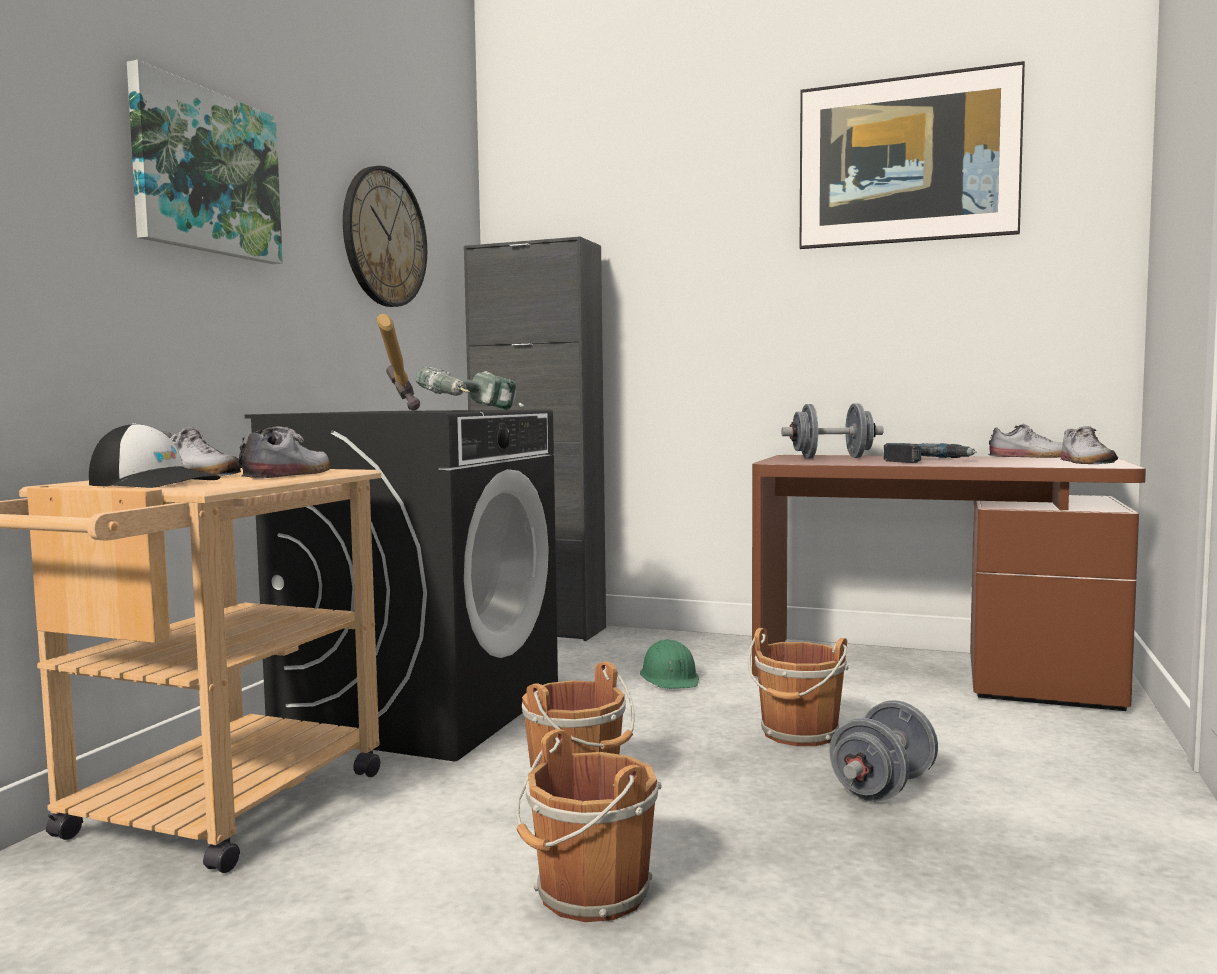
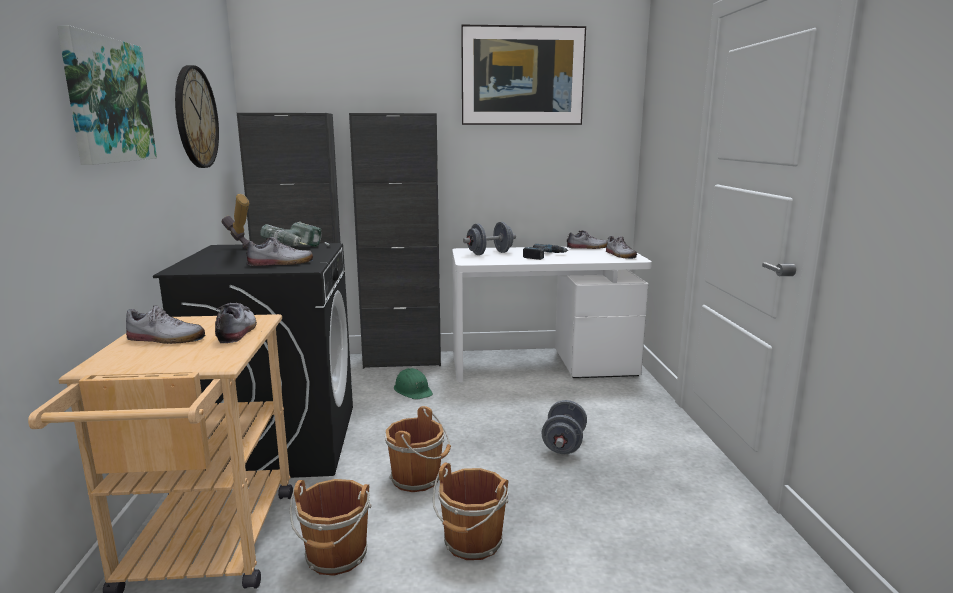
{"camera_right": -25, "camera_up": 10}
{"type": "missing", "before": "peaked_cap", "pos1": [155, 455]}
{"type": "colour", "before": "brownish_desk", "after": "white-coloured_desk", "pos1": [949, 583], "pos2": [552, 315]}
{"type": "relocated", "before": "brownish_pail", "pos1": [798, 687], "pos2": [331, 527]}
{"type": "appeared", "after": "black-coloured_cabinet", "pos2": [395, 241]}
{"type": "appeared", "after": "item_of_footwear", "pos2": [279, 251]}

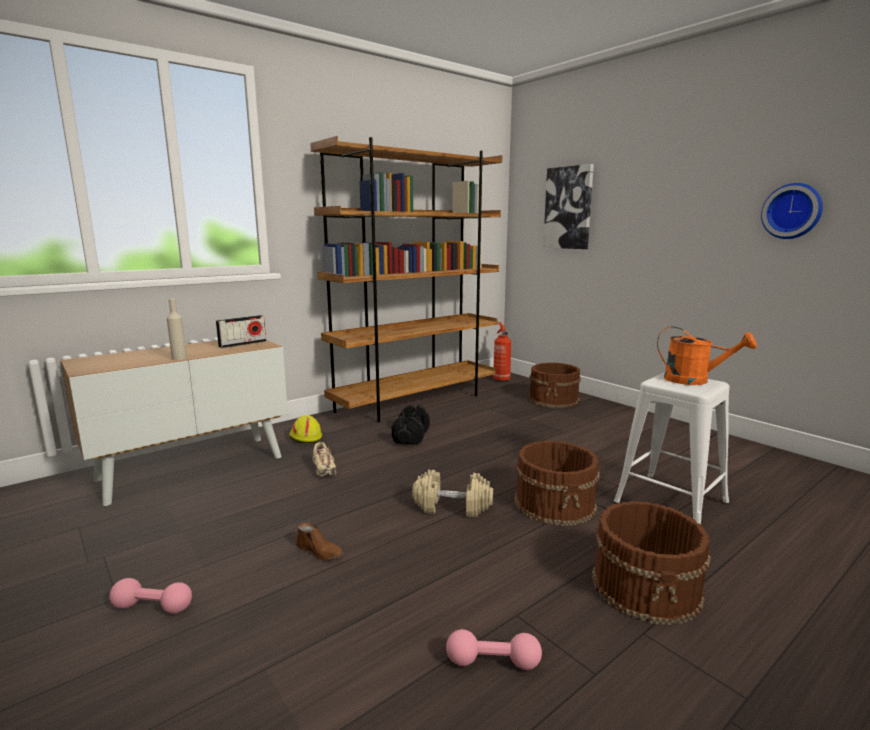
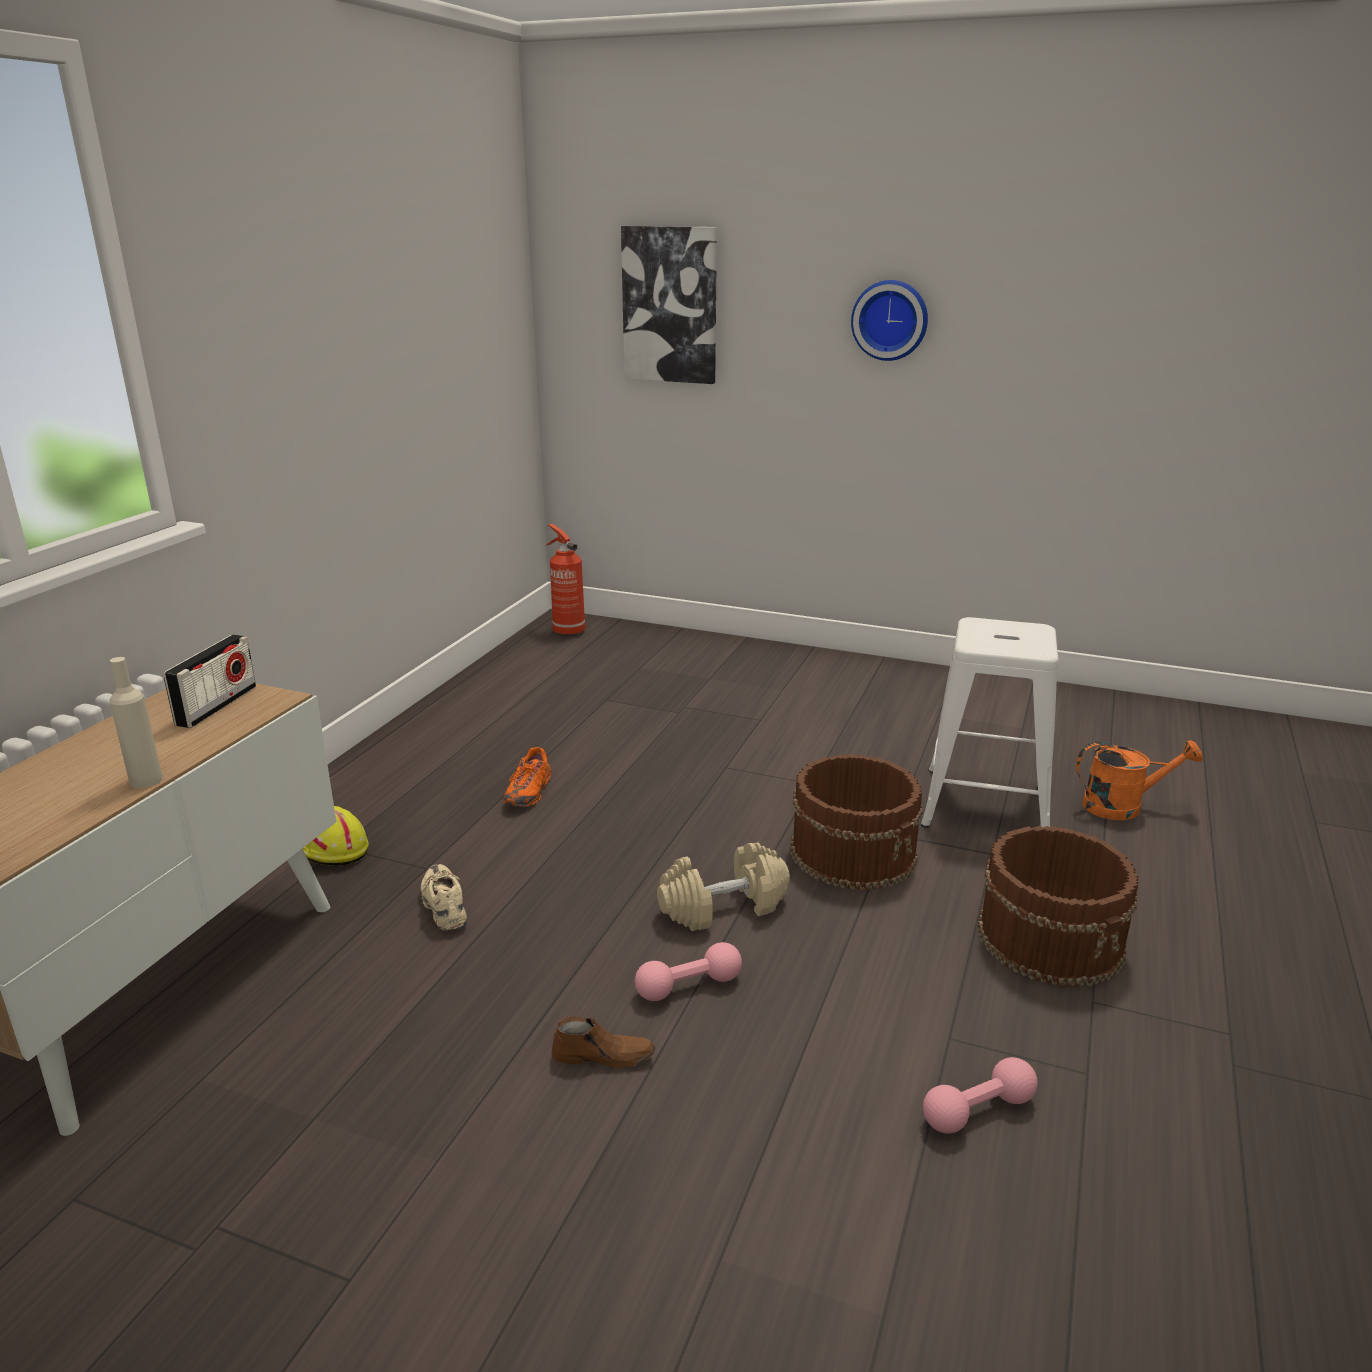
{"camera_right": -30, "camera_up": 10}
{"type": "missing", "before": "brownish_bookshelf", "pos1": [406, 279]}
{"type": "relocated", "before": "wall_clock", "pos1": [792, 211], "pos2": [889, 320]}
{"type": "relocated", "before": "orange_sprinkling_can", "pos1": [707, 355], "pos2": [1139, 780]}
{"type": "missing", "before": "brownish_pail", "pos1": [555, 385]}
{"type": "exchanged", "before": "black-coloured_dumbbell", "after": "orange_item_of_footwear", "pos1": [411, 425], "pos2": [527, 777]}
{"type": "spun", "before": "beige_item_of_footwear", "pos1": [324, 459], "pos2": [444, 897], "turn": -150}
{"type": "relocated", "before": "pink_dumbbell", "pos1": [150, 596], "pos2": [688, 971]}

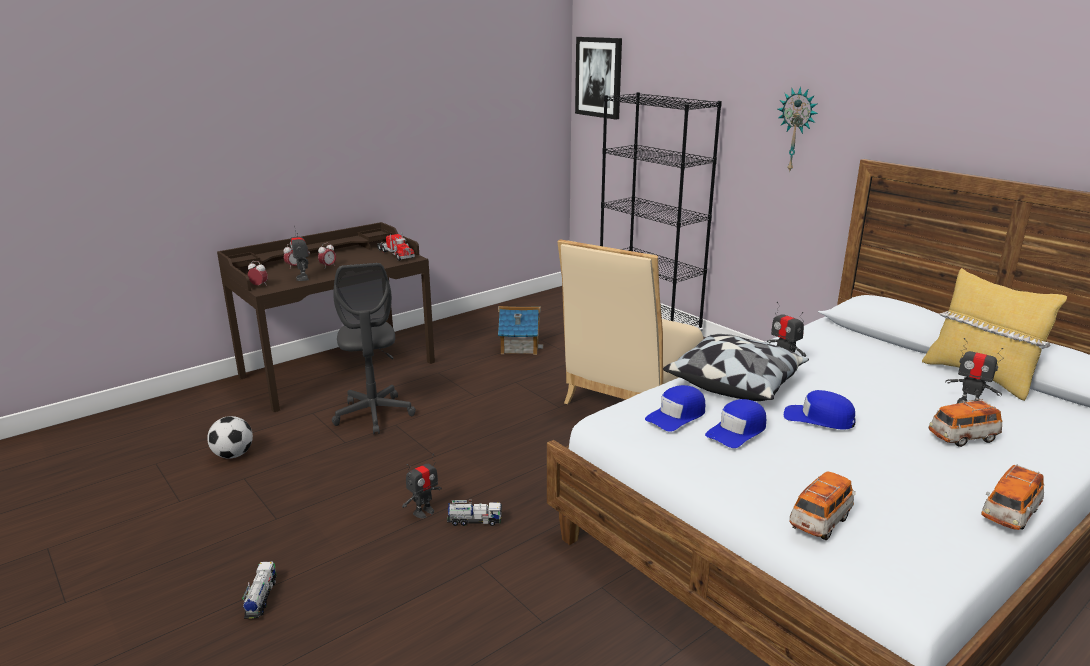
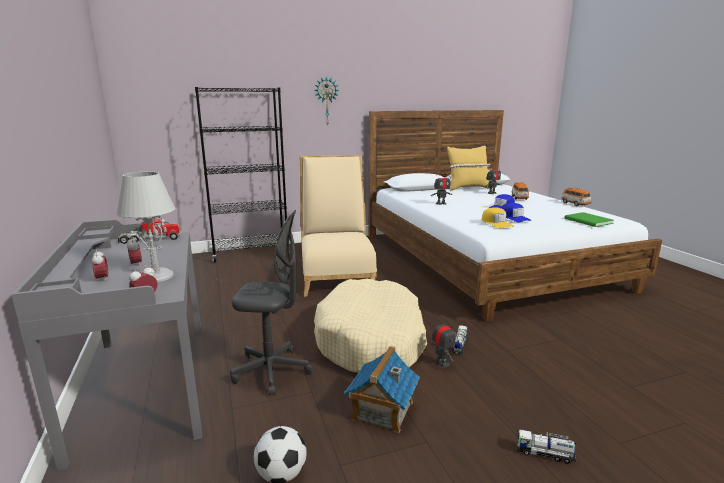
{"camera_right": -70, "camera_up": -5}
{"type": "missing", "before": "wall_picture", "pos1": [598, 78]}
{"type": "colour", "before": "brownish_desk", "after": "gray_desk", "pos1": [326, 317], "pos2": [106, 345]}
{"type": "exchanged", "before": "toy_robot", "after": "gray_lamp_for_a_table", "pos1": [299, 253], "pos2": [145, 227]}
{"type": "spun", "before": "beige_upright_chair", "pos1": [630, 321], "pos2": [338, 226], "turn": -150}
{"type": "relocated", "before": "miniature_house", "pos1": [520, 330], "pos2": [382, 389]}
{"type": "missing", "before": "pillow", "pos1": [736, 367]}
{"type": "colour", "before": "bluish_peaked_cap", "after": "yellow_peaked_cap", "pos1": [675, 408], "pos2": [498, 217]}
{"type": "exchanged", "before": "miniature_car", "after": "green-coloured_book", "pos1": [822, 505], "pos2": [589, 219]}
{"type": "appeared", "after": "beige_pet_bed", "pos2": [370, 326]}

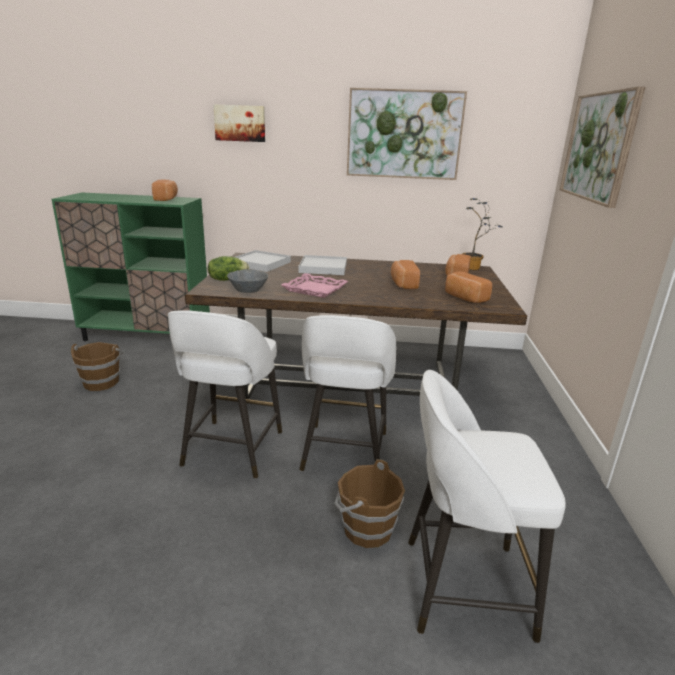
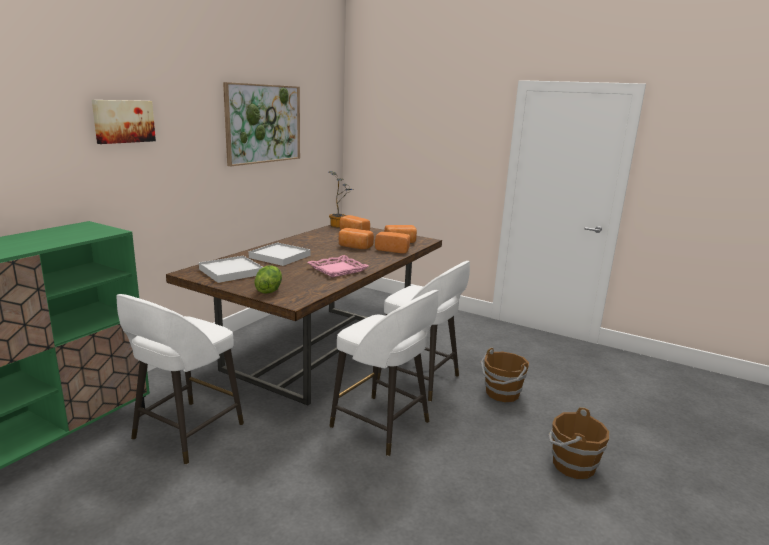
{"camera_right": -65, "camera_up": -5}
{"type": "missing", "before": "wall_picture", "pos1": [602, 147]}
{"type": "relocated", "before": "baked_bread", "pos1": [165, 190], "pos2": [392, 242]}
{"type": "missing", "before": "gray_deep_dish", "pos1": [247, 281]}
{"type": "relocated", "before": "brownish_pail", "pos1": [97, 366], "pos2": [578, 443]}
{"type": "relocated", "before": "white-coloured_stool", "pos1": [487, 506], "pos2": [180, 379]}

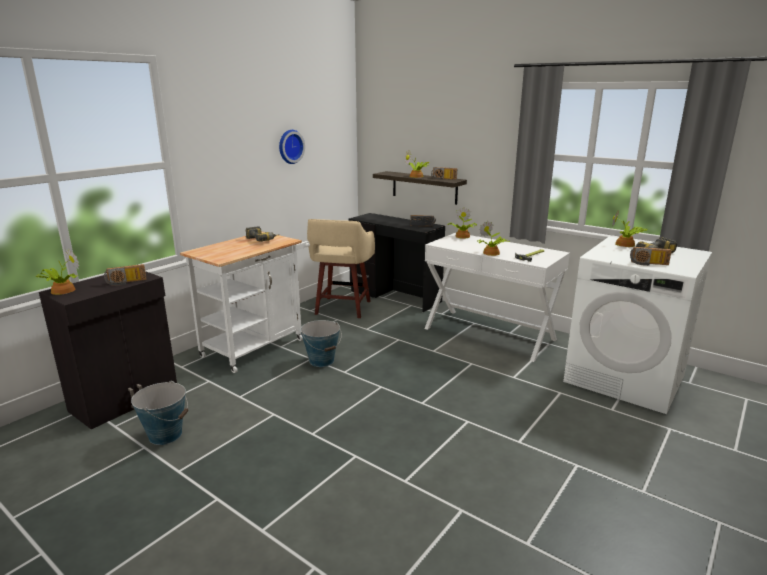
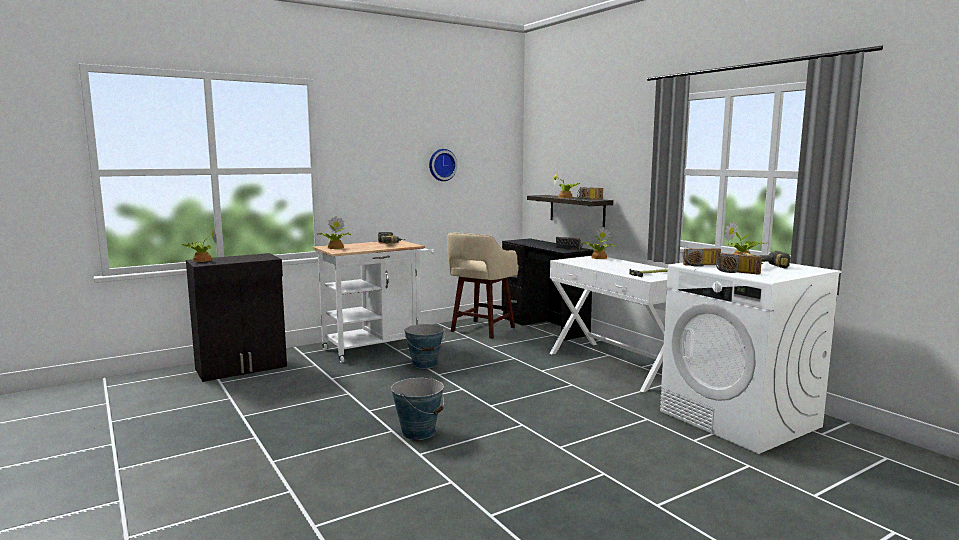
{"camera_right": 20, "camera_up": -10}
{"type": "relocated", "before": "plant_in_a_pot", "pos1": [494, 238], "pos2": [334, 232]}
{"type": "relocated", "before": "radio_receiver", "pos1": [125, 275], "pos2": [702, 257]}
{"type": "relocated", "before": "pail", "pos1": [159, 413], "pos2": [417, 408]}

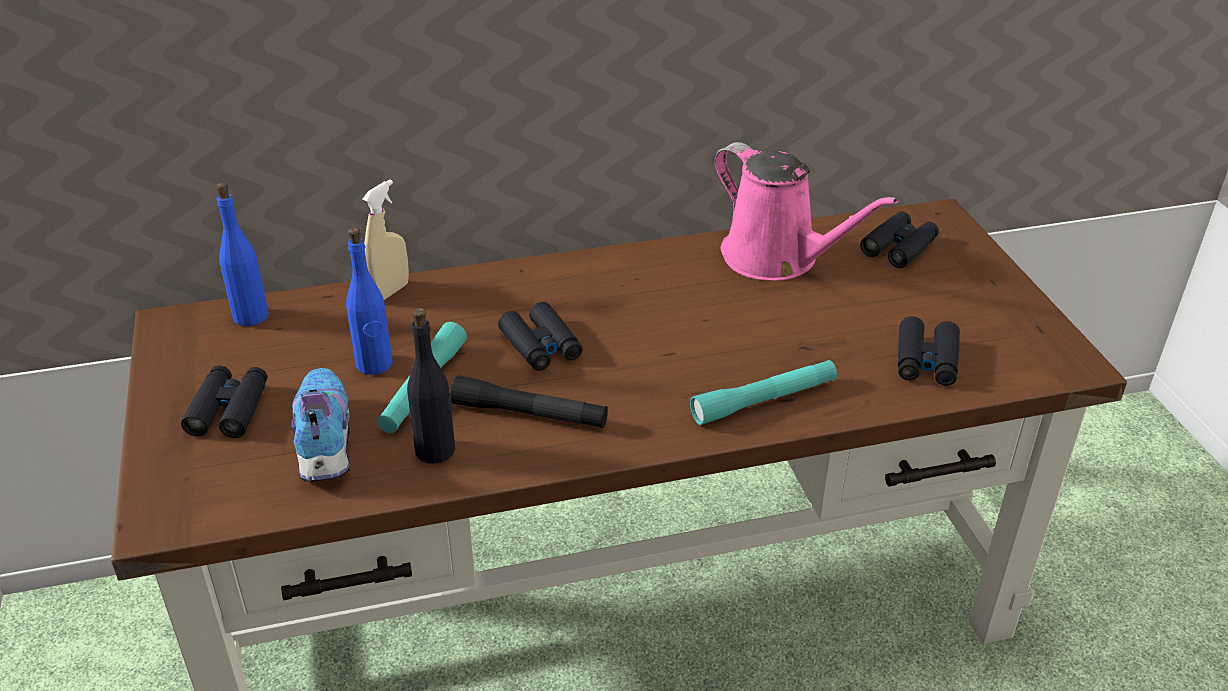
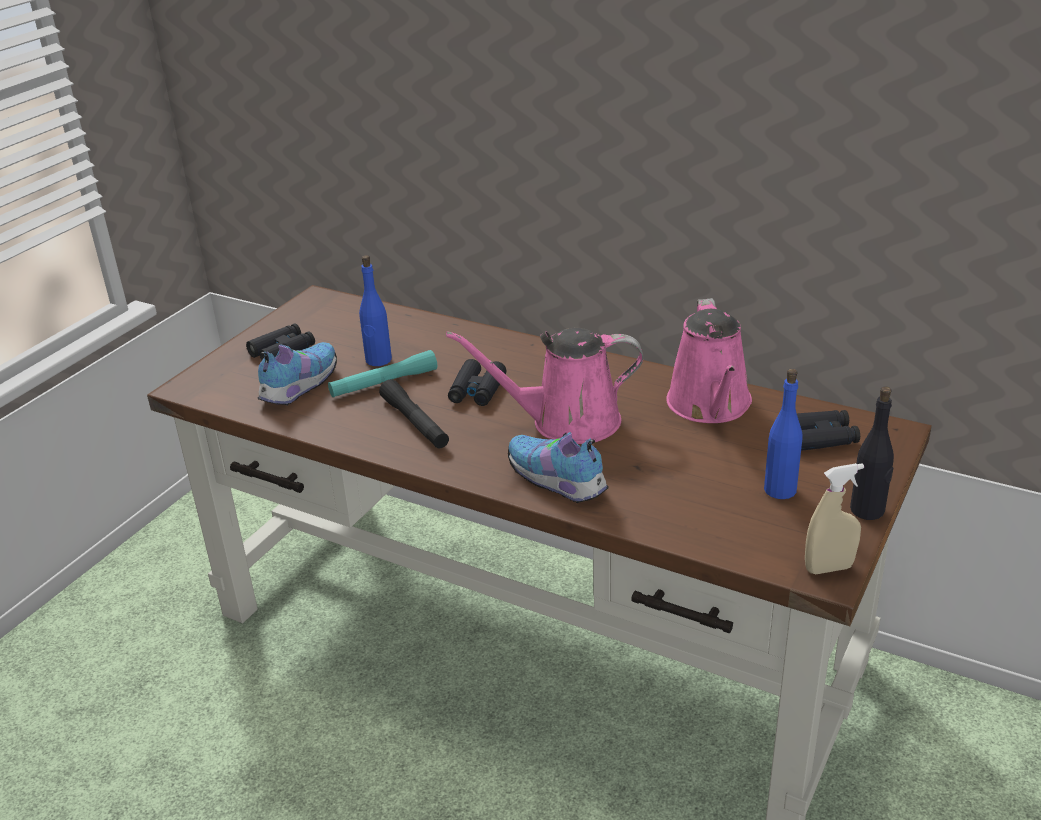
{"camera_right": 45, "camera_up": -5}
{"type": "relocated", "before": "beige_spray_bottle", "pos1": [385, 239], "pos2": [834, 518]}
{"type": "relocated", "before": "bluish_beverage_bottle", "pos1": [242, 254], "pos2": [783, 434]}
{"type": "relocated", "before": "black-coloured_beverage_bottle", "pos1": [431, 386], "pos2": [872, 453]}
{"type": "missing", "before": "black-coloured_binoculars", "pos1": [929, 351]}
{"type": "exchanged", "before": "blue-green_flashlight", "after": "item_of_footwear", "pos1": [763, 392], "pos2": [558, 467]}
{"type": "appeared", "after": "pink_sprinkling_can", "pos2": [544, 386]}

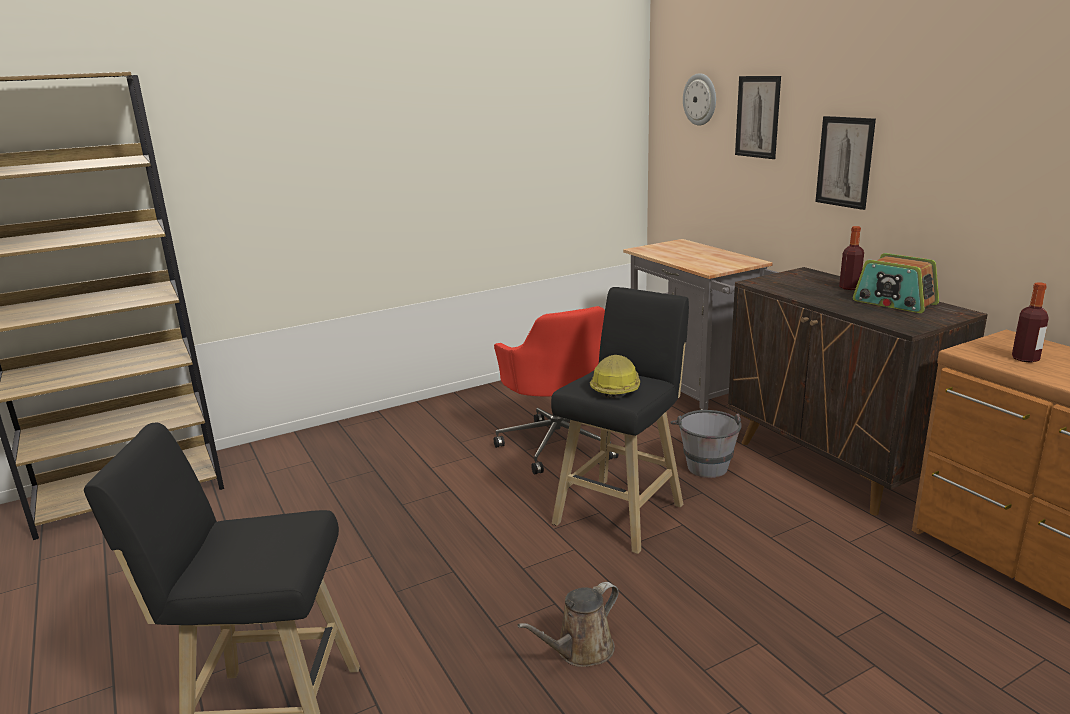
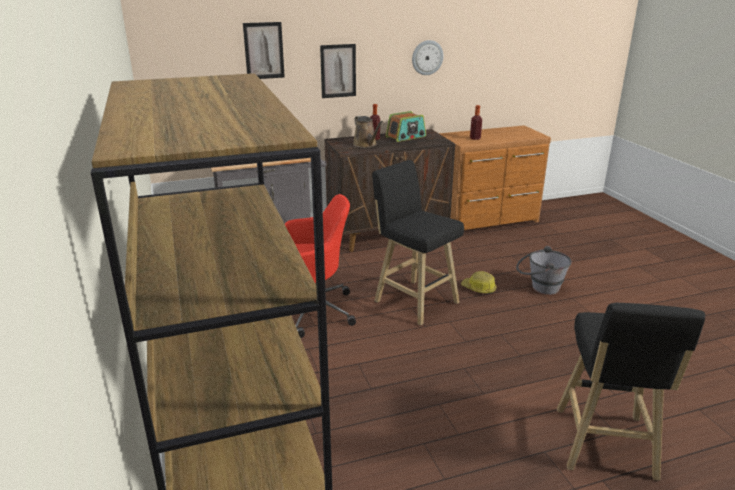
{"camera_right": -80, "camera_up": 5}
{"type": "relocated", "before": "wall_clock", "pos1": [699, 99], "pos2": [427, 57]}
{"type": "relocated", "before": "safety_helmet", "pos1": [615, 377], "pos2": [479, 282]}
{"type": "relocated", "before": "gray_pail", "pos1": [706, 444], "pos2": [544, 270]}
{"type": "relocated", "before": "brownish_sprinkling_can", "pos1": [568, 624], "pos2": [368, 132]}

